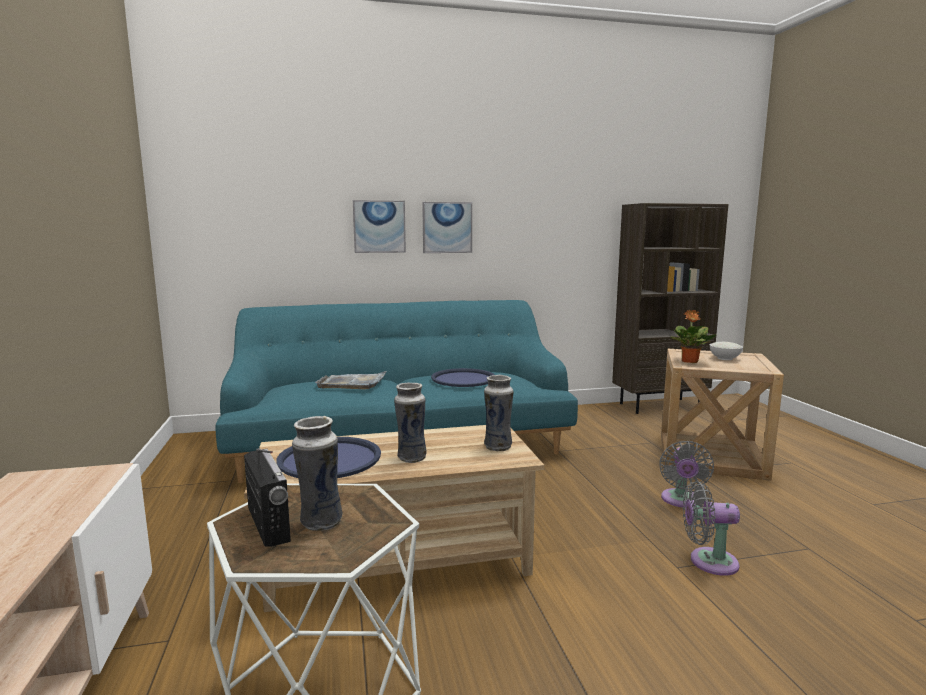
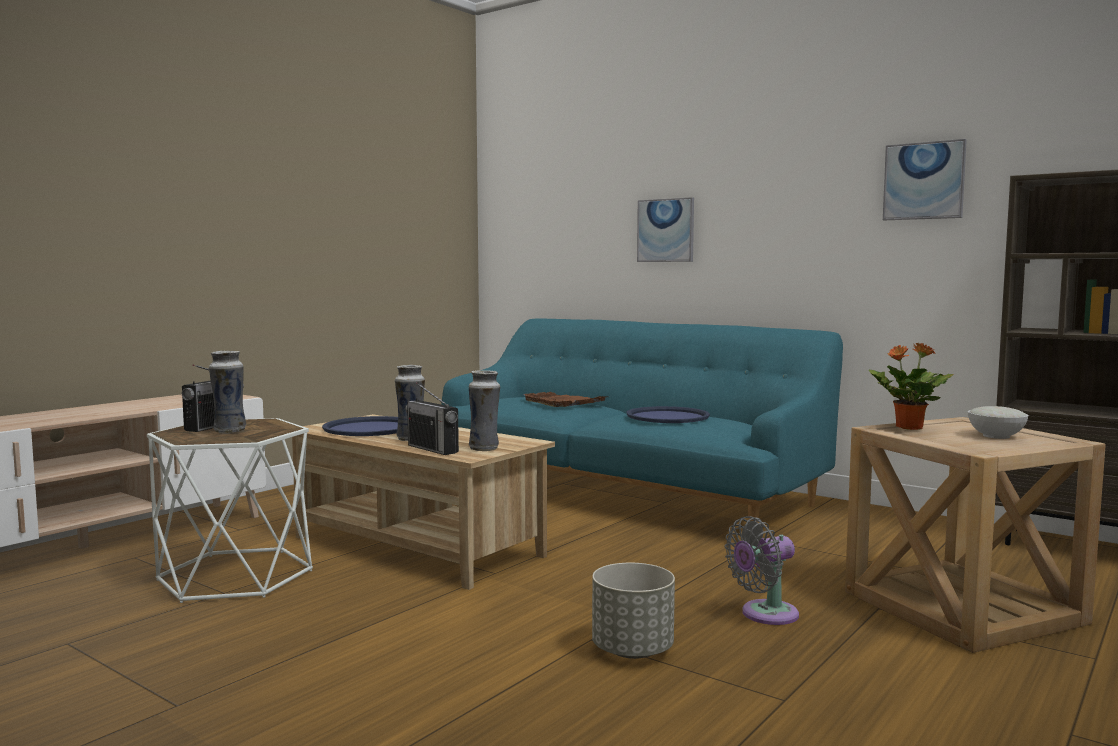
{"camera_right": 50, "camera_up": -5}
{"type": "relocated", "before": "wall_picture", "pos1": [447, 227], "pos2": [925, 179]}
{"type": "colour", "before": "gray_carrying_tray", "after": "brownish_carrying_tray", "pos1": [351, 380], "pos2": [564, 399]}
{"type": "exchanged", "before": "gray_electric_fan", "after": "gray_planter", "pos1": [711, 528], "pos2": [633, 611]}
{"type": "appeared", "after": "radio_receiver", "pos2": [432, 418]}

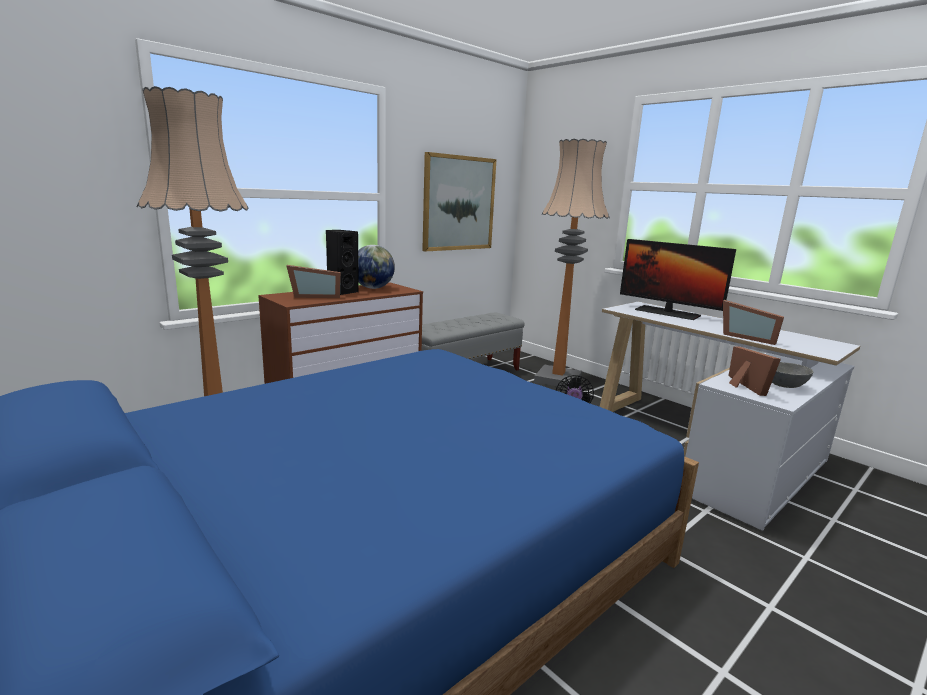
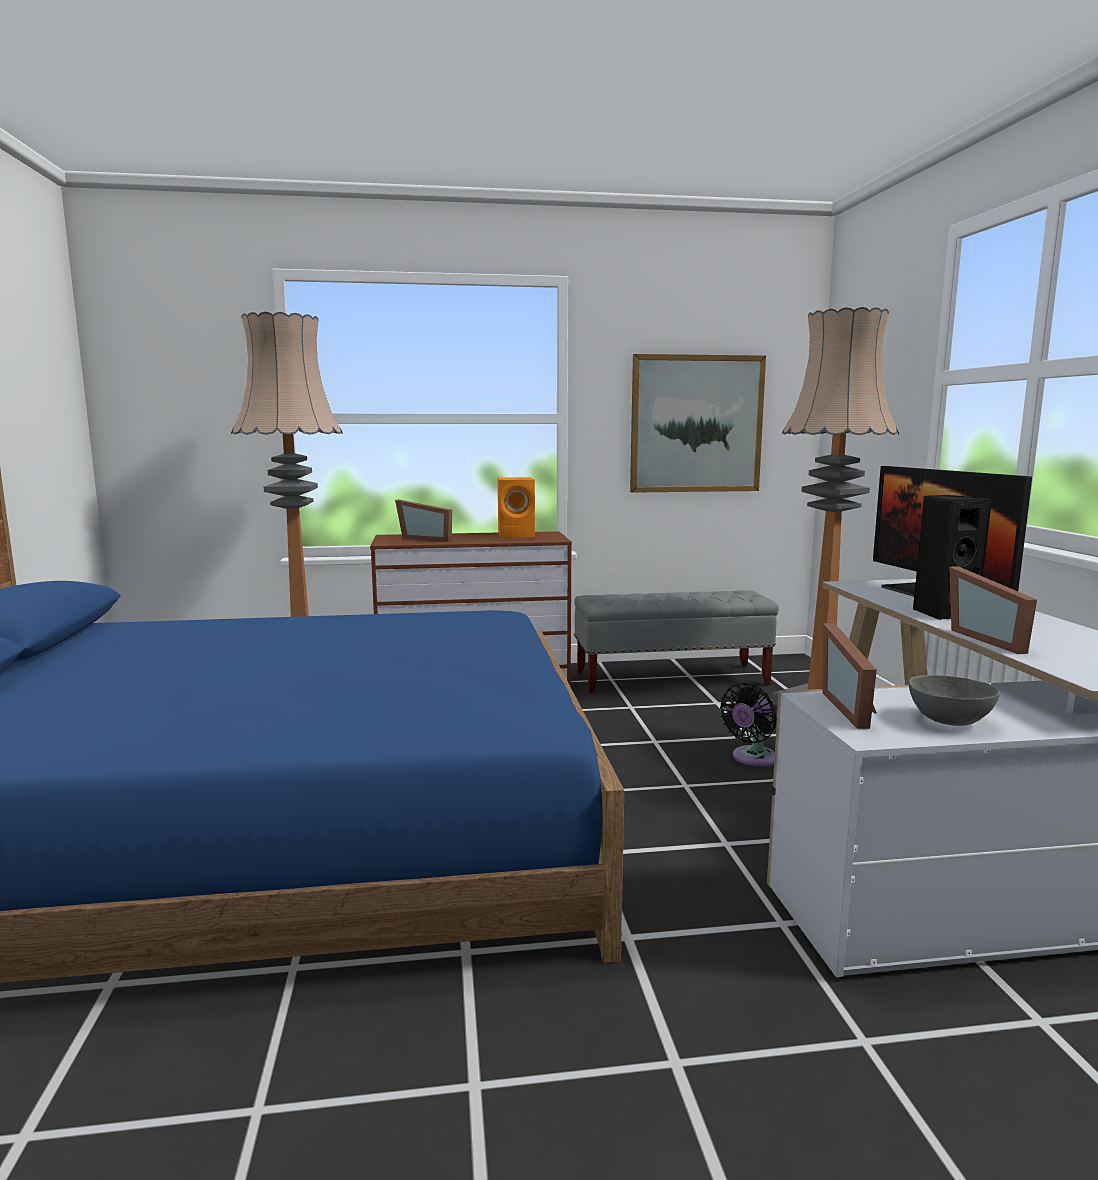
{"camera_right": 35, "camera_up": -5}
{"type": "relocated", "before": "black-coloured_loudspeaker", "pos1": [342, 262], "pos2": [952, 557]}
{"type": "exchanged", "before": "globe", "after": "orange_loudspeaker", "pos1": [376, 267], "pos2": [516, 507]}
{"type": "spun", "before": "standing_frame", "pos1": [754, 371], "pos2": [850, 676], "turn": 150}

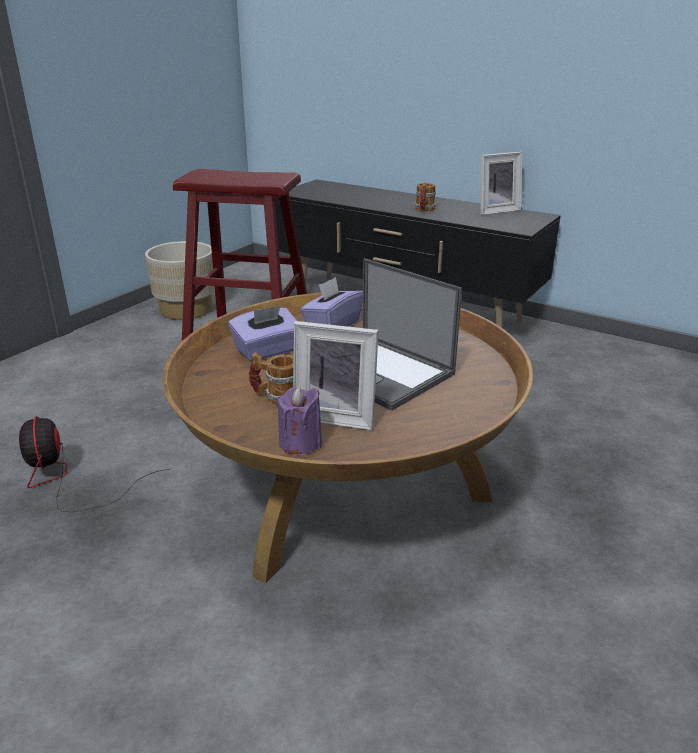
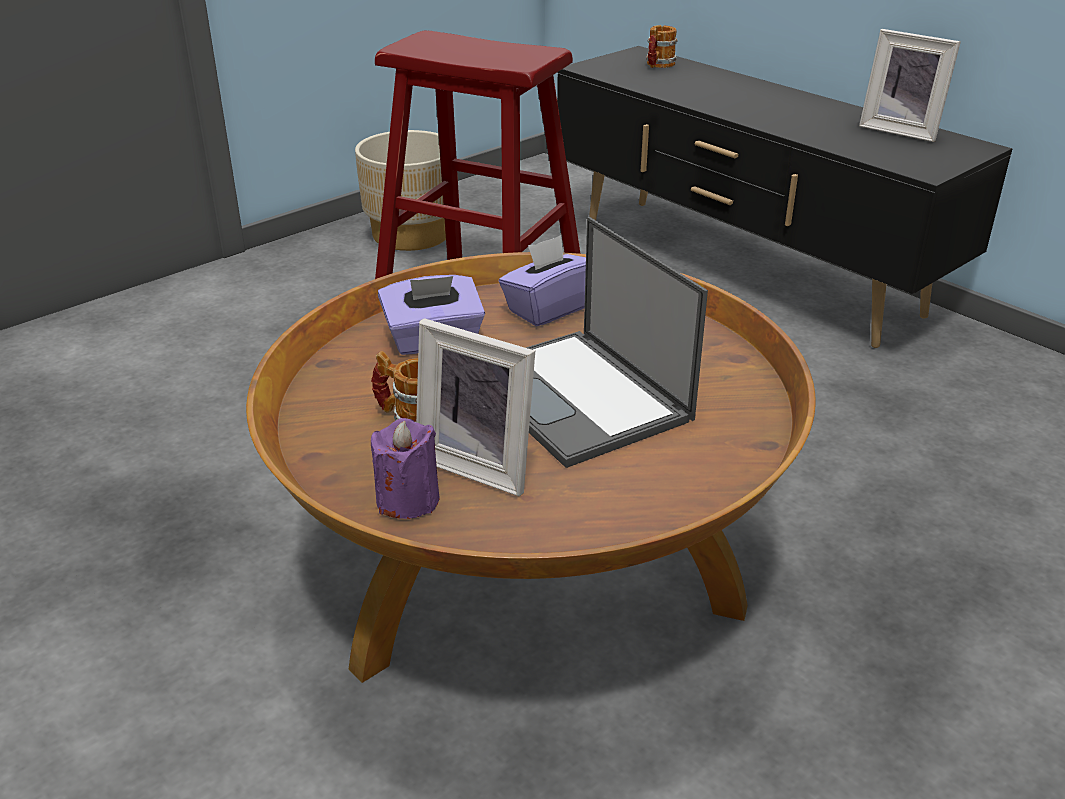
{"camera_right": 15, "camera_up": 5}
{"type": "spun", "before": "standing_frame", "pos1": [501, 183], "pos2": [910, 85], "turn": 45}
{"type": "relocated", "before": "mug", "pos1": [425, 197], "pos2": [662, 46]}
{"type": "missing", "before": "electric_fan", "pos1": [95, 464]}

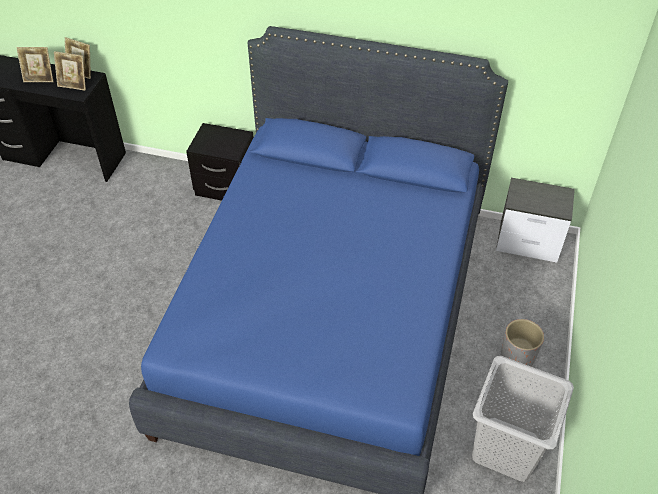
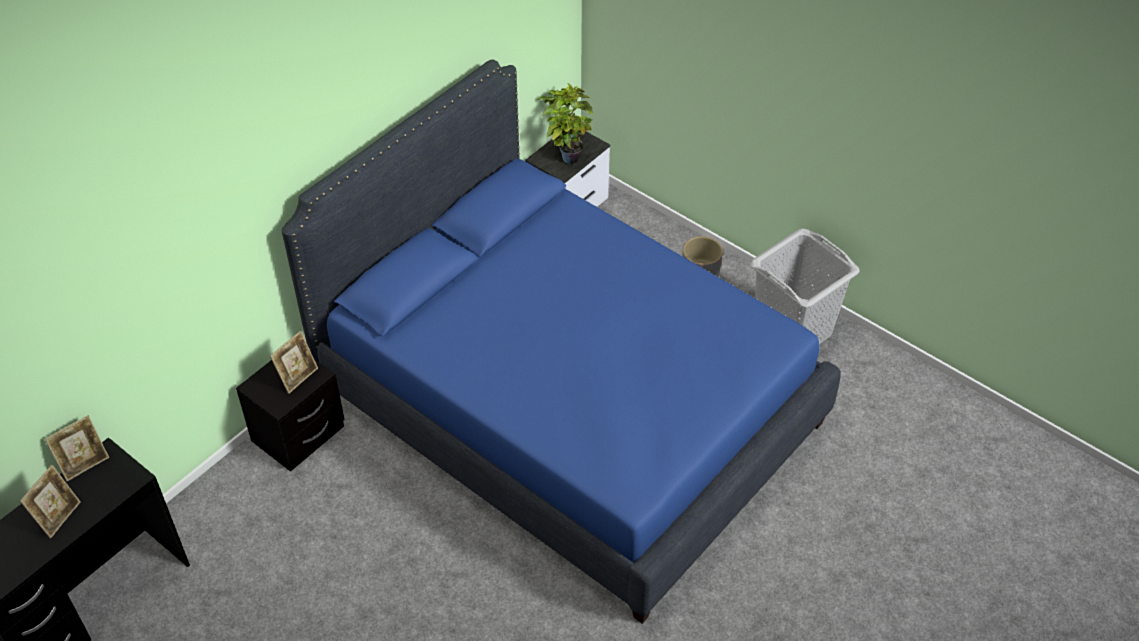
{"camera_right": -65, "camera_up": 0}
{"type": "relocated", "before": "standing_frame", "pos1": [70, 71], "pos2": [294, 362]}
{"type": "appeared", "after": "plant_in_a_pot", "pos2": [565, 123]}

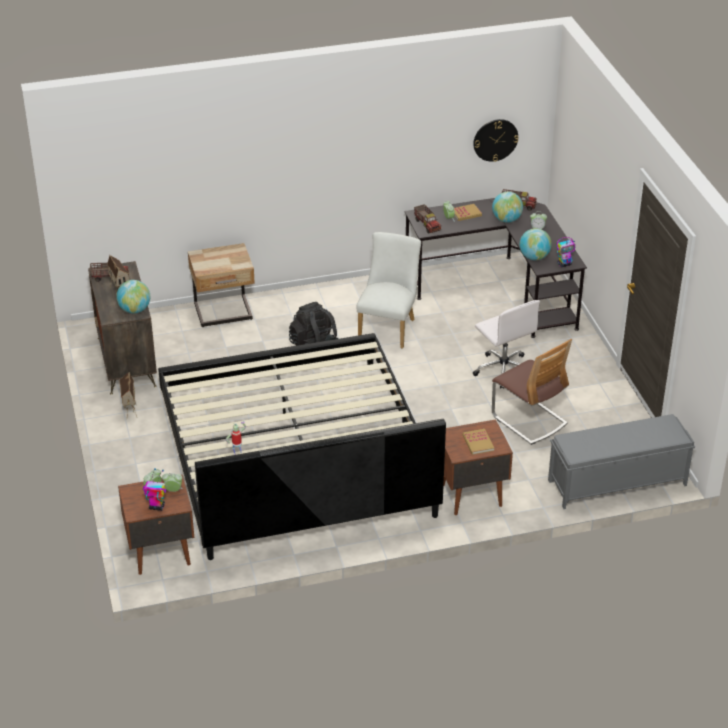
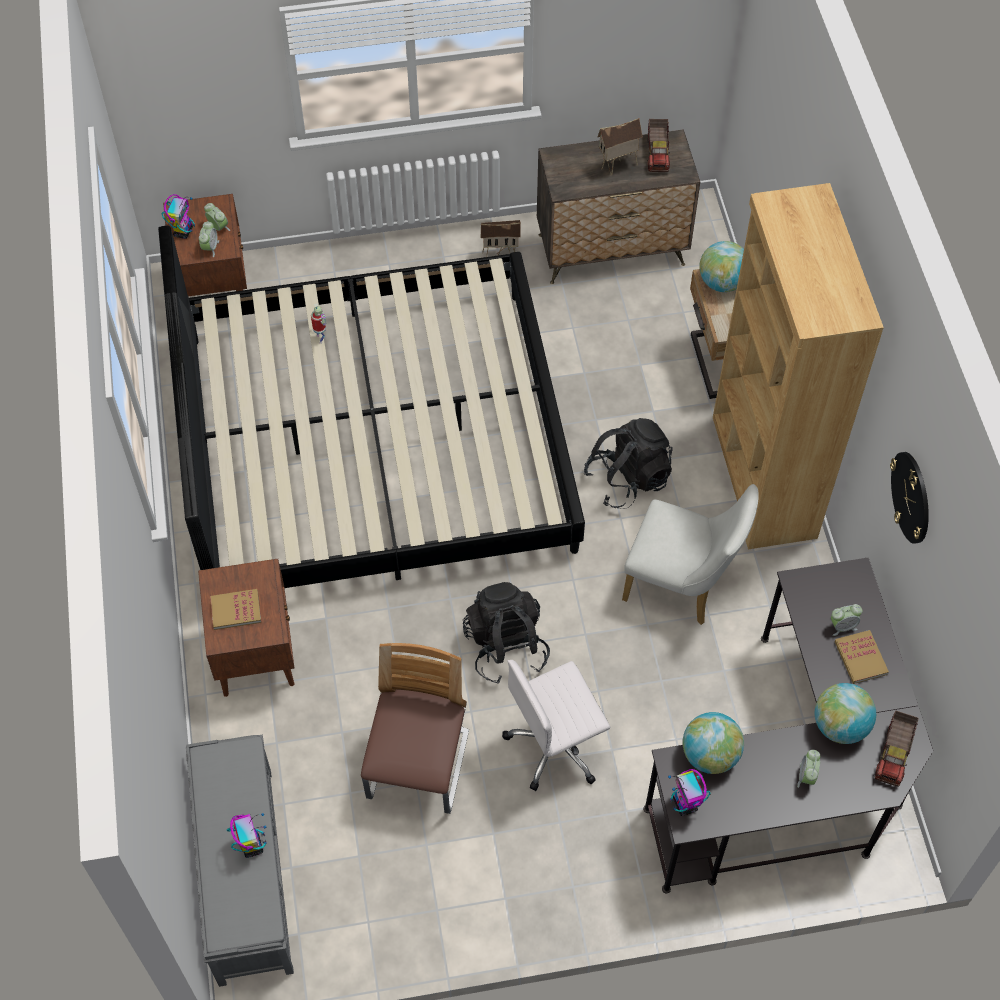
{"camera_right": 95, "camera_up": 20}
{"type": "relocated", "before": "wall_clock", "pos1": [495, 140], "pos2": [909, 498]}
{"type": "missing", "before": "toy_lorry", "pos1": [427, 219]}
{"type": "relocated", "before": "globe", "pos1": [133, 296], "pos2": [721, 266]}
{"type": "spun", "before": "upright_chair", "pos1": [532, 392], "pos2": [415, 728], "turn": 135}
{"type": "appeared", "after": "brownish_bookshelf", "pos2": [798, 366]}
{"type": "appeared", "after": "black-coloured_backpack", "pos2": [506, 632]}
{"type": "appeared", "after": "toy_robot", "pos2": [246, 835]}

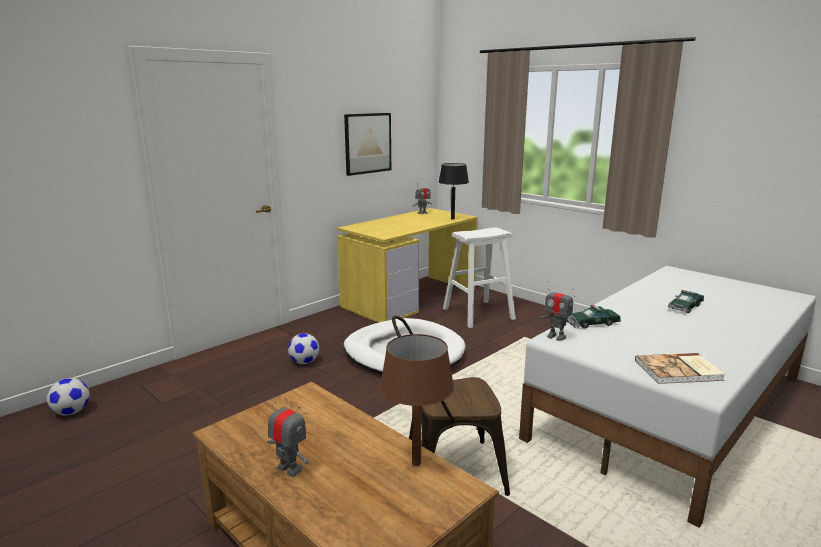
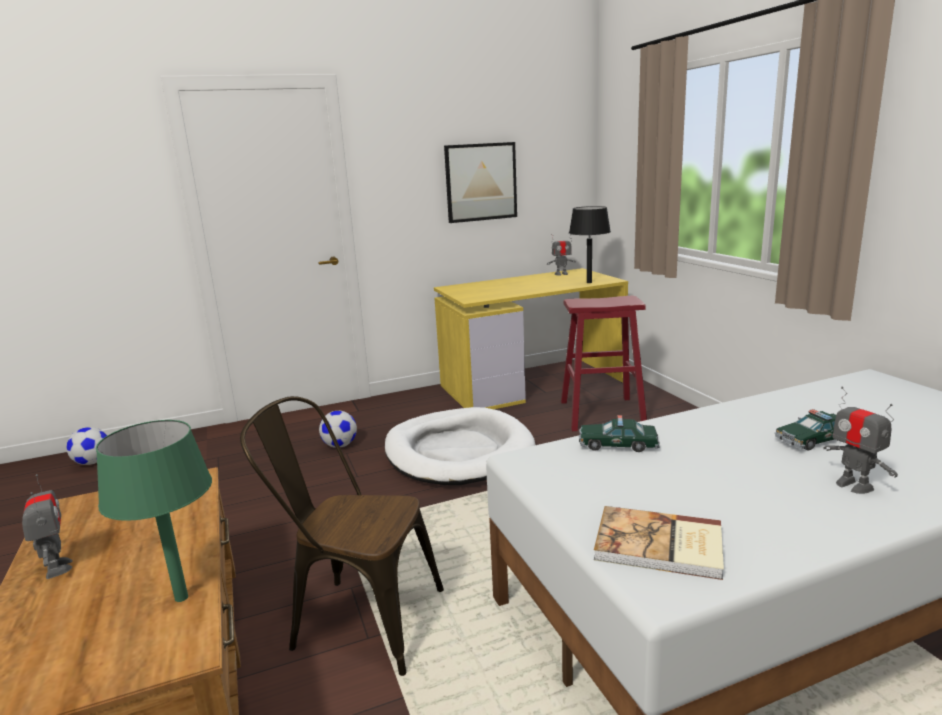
{"camera_right": 25, "camera_up": 0}
{"type": "colour", "before": "white-coloured_stool", "after": "red-coloured_stool", "pos1": [479, 277], "pos2": [604, 363]}
{"type": "relocated", "before": "toy_robot", "pos1": [558, 311], "pos2": [861, 440]}
{"type": "colour", "before": "brownish_lamp_for_a_table", "after": "green-coloured_lamp_for_a_table", "pos1": [417, 400], "pos2": [154, 511]}

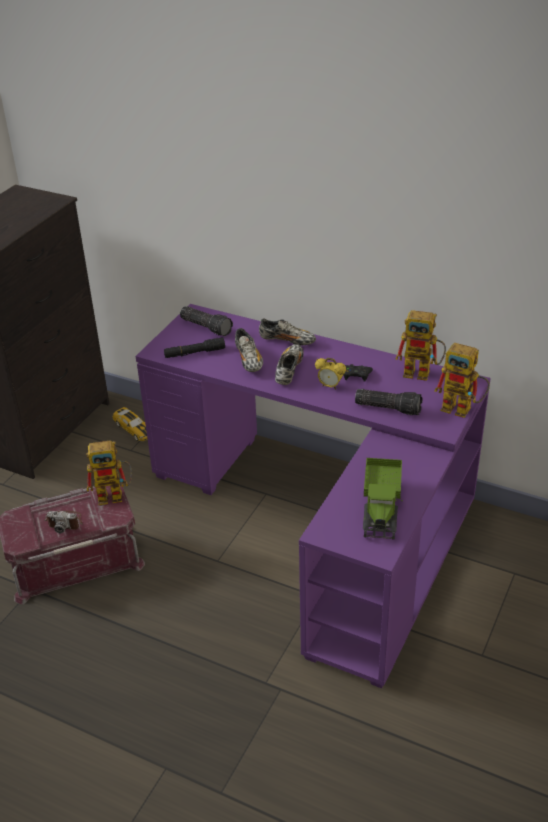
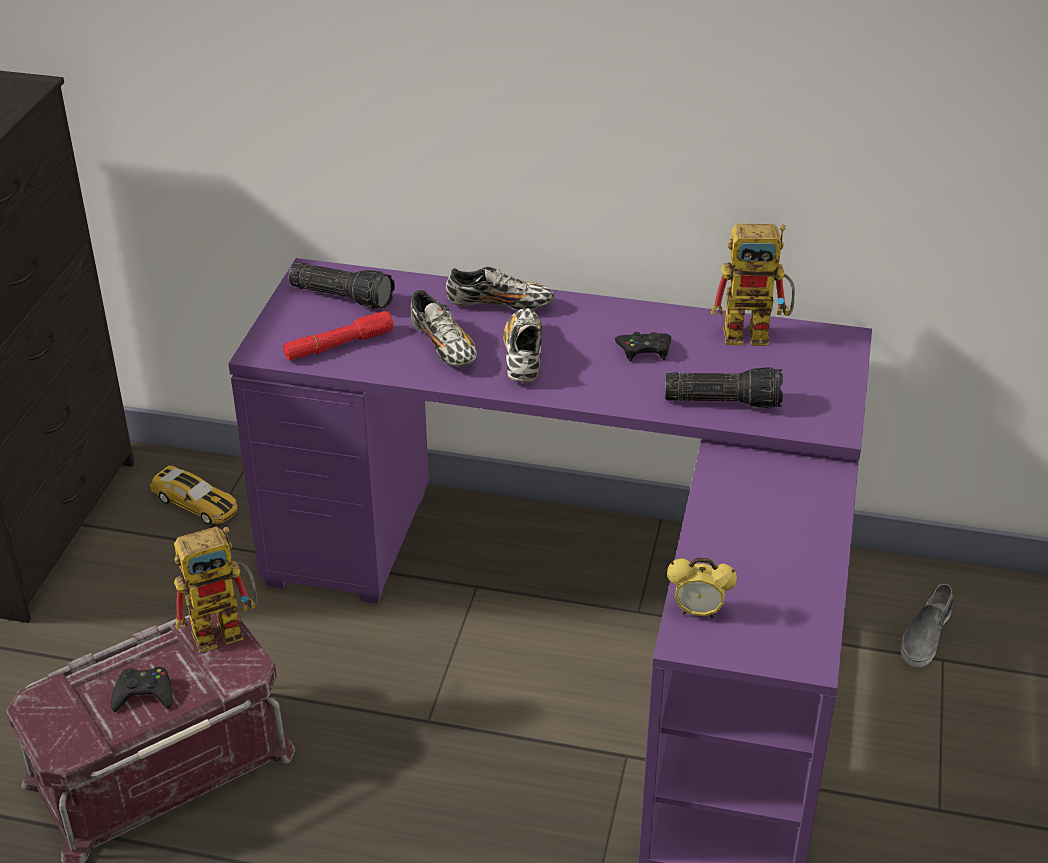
{"camera_right": -15, "camera_up": 0}
{"type": "colour", "before": "black-coloured_flashlight", "after": "red-coloured_flashlight", "pos1": [194, 348], "pos2": [338, 335]}
{"type": "missing", "before": "toy_robot", "pos1": [462, 380]}
{"type": "relocated", "before": "table_clock", "pos1": [330, 374], "pos2": [702, 588]}
{"type": "missing", "before": "toy_lorry", "pos1": [383, 498]}
{"type": "exchanged", "before": "still_camera", "after": "black-coloured_gamepad", "pos1": [64, 522], "pos2": [142, 689]}
{"type": "appeared", "after": "gray_item_of_footwear", "pos2": [927, 625]}

